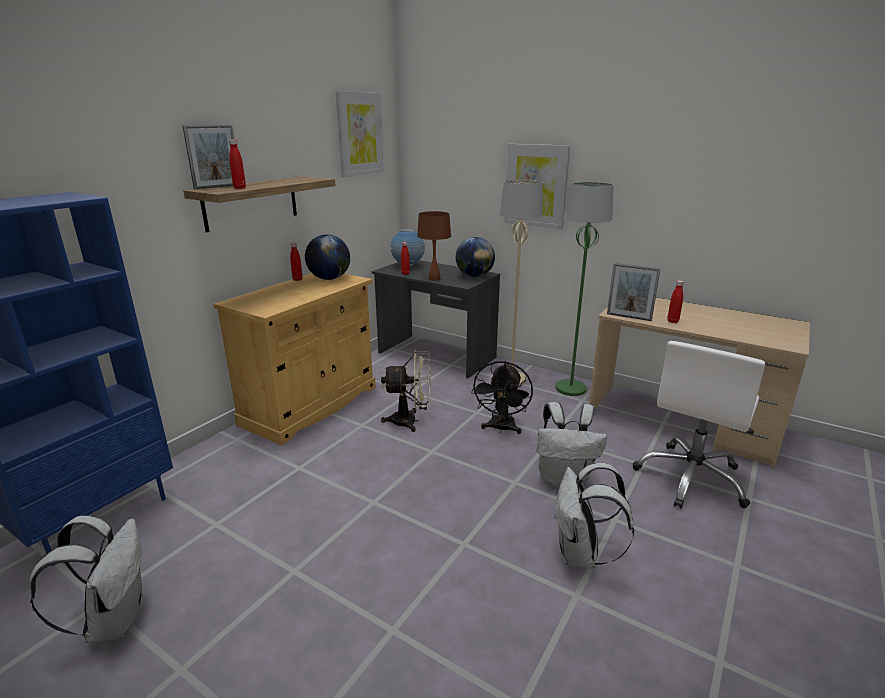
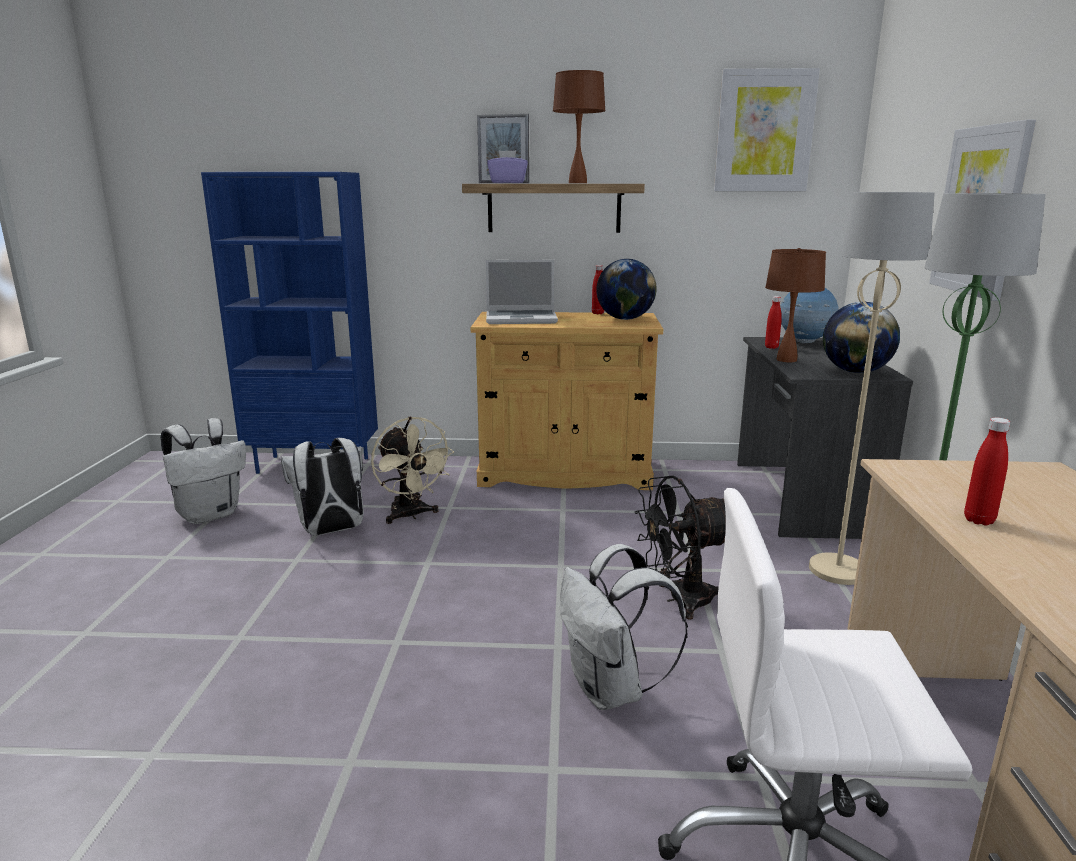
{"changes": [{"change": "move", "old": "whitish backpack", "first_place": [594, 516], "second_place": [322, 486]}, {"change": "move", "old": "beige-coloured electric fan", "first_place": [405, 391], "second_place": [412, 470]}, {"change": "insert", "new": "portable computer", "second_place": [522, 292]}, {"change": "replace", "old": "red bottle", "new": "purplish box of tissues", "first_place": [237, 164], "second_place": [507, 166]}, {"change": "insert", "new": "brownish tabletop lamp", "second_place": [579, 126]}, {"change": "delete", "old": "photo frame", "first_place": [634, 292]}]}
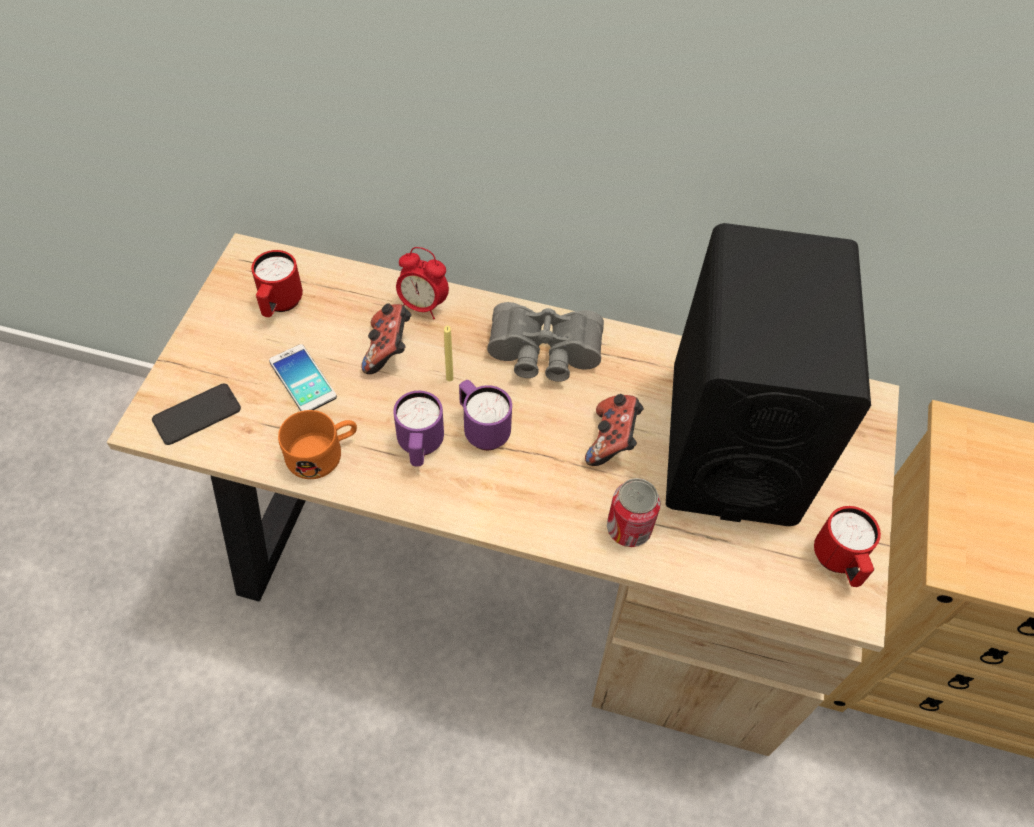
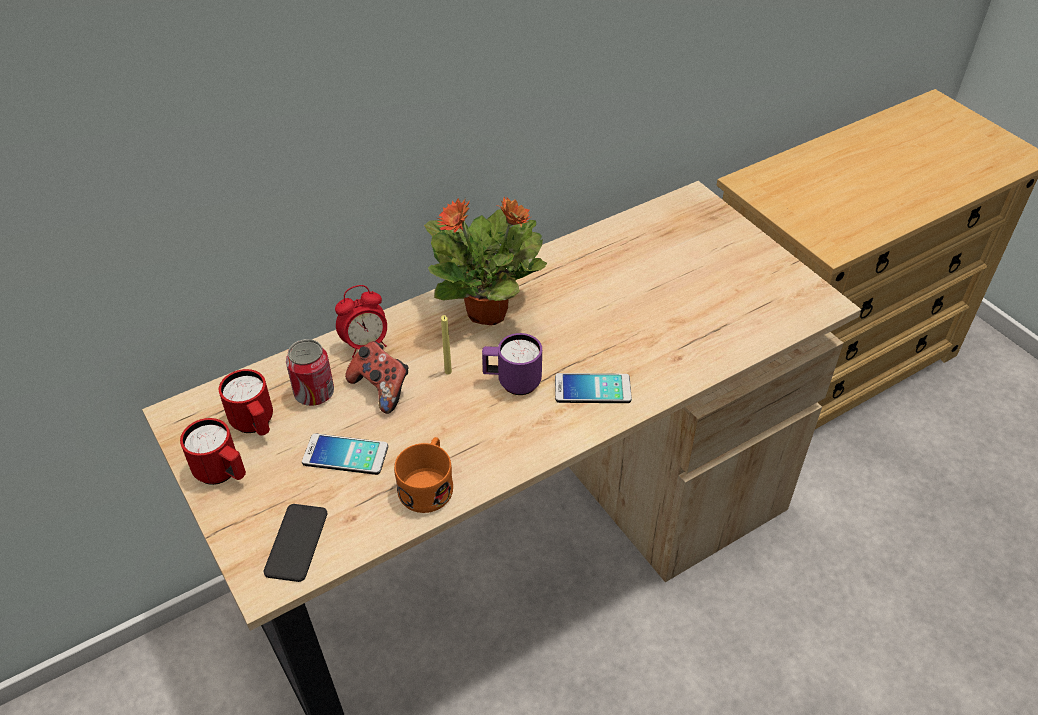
{"changes": [{"change": "move", "old": "red mug", "first_place": [847, 546], "second_place": [213, 451]}, {"change": "move", "old": "sealed can", "first_place": [634, 512], "second_place": [310, 372]}, {"change": "replace", "old": "gray pair of binoculars", "new": "potted plant", "first_place": [545, 342], "second_place": [485, 261]}, {"change": "insert", "new": "telephone", "second_place": [593, 388]}, {"change": "delete", "old": "purplish mug", "first_place": [419, 429]}, {"change": "delete", "old": "game controller", "first_place": [614, 430]}, {"change": "delete", "old": "black-coloured audio speaker", "first_place": [768, 374]}]}
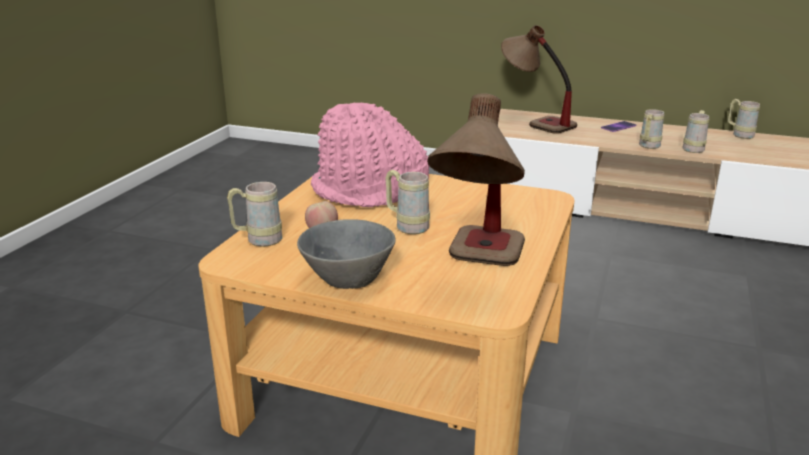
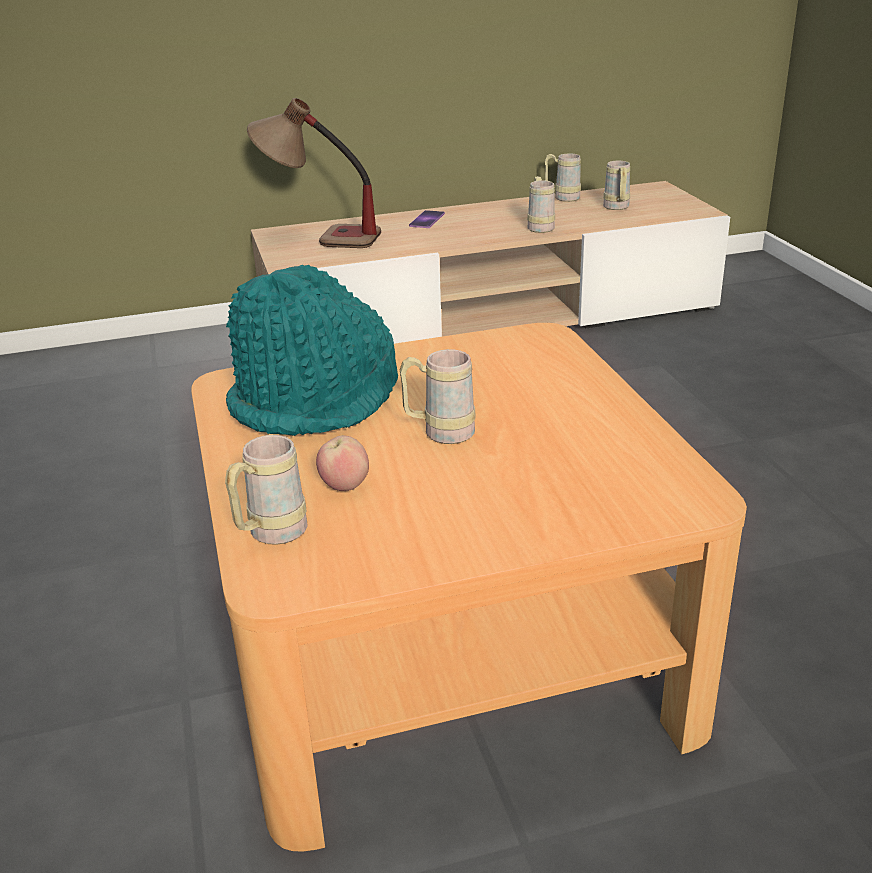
{"changes": [{"change": "recolor", "old": "pink hat", "new": "turquoise hat", "first_place": [370, 155], "second_place": [312, 350]}, {"change": "move", "old": "beige-coloured mug", "first_place": [651, 129], "second_place": [616, 185]}, {"change": "delete", "old": "gray bowl", "first_place": [346, 254]}, {"change": "delete", "old": "tabletop lamp", "first_place": [476, 179]}]}
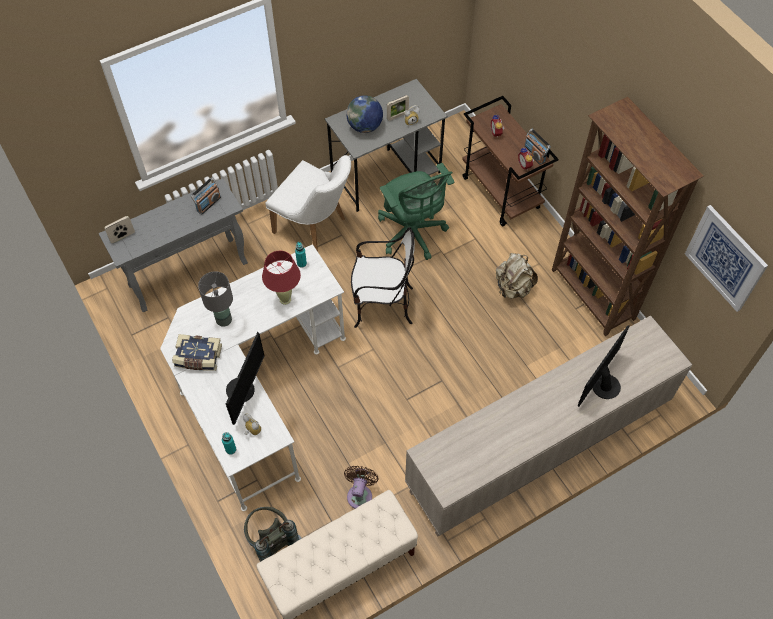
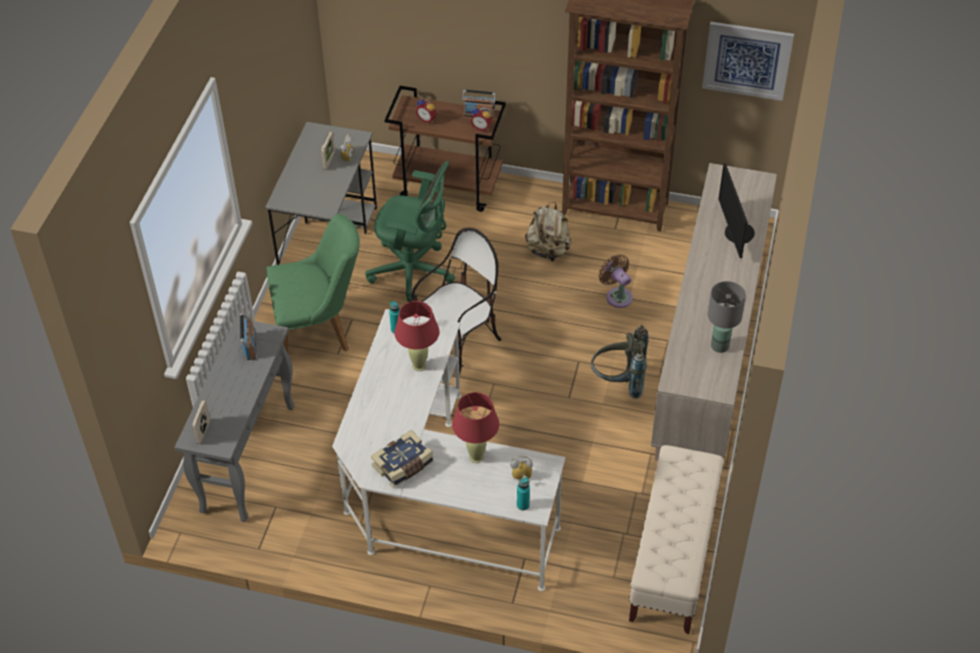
{"changes": [{"change": "recolor", "old": "whitish chair", "new": "greenish chair", "first_place": [308, 203], "second_place": [313, 283]}, {"change": "replace", "old": "computer screen", "new": "red tabletop lamp", "first_place": [245, 378], "second_place": [475, 427]}, {"change": "move", "old": "gray backpack", "first_place": [273, 534], "second_place": [619, 362]}, {"change": "move", "old": "brownish electric fan", "first_place": [361, 487], "second_place": [616, 281]}, {"change": "move", "old": "gray tabletop lamp", "first_place": [215, 299], "second_place": [727, 317]}, {"change": "delete", "old": "desk globe", "first_place": [364, 114]}]}
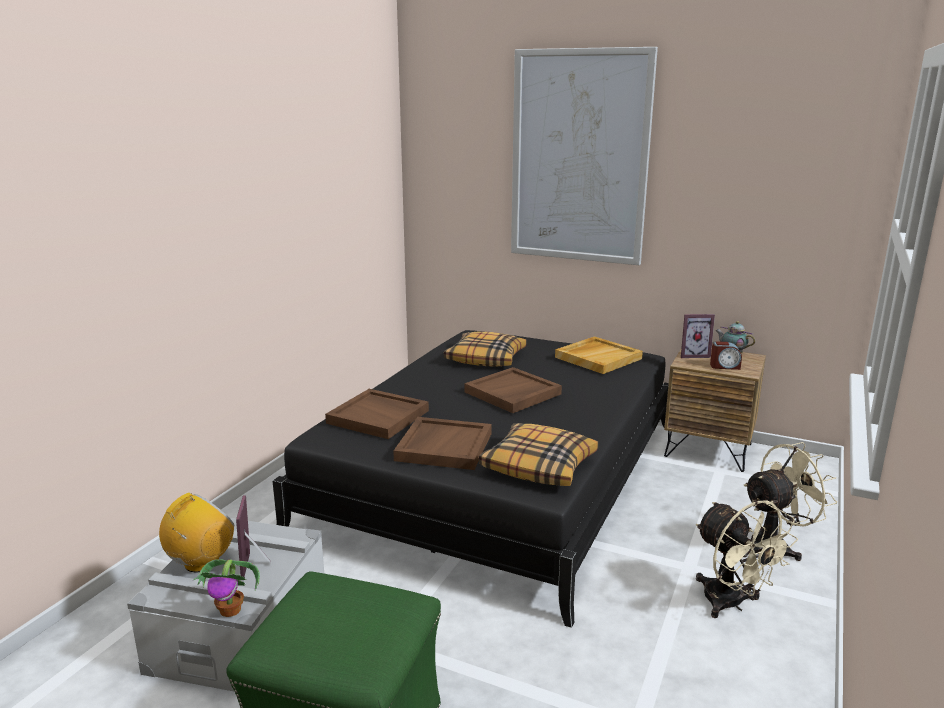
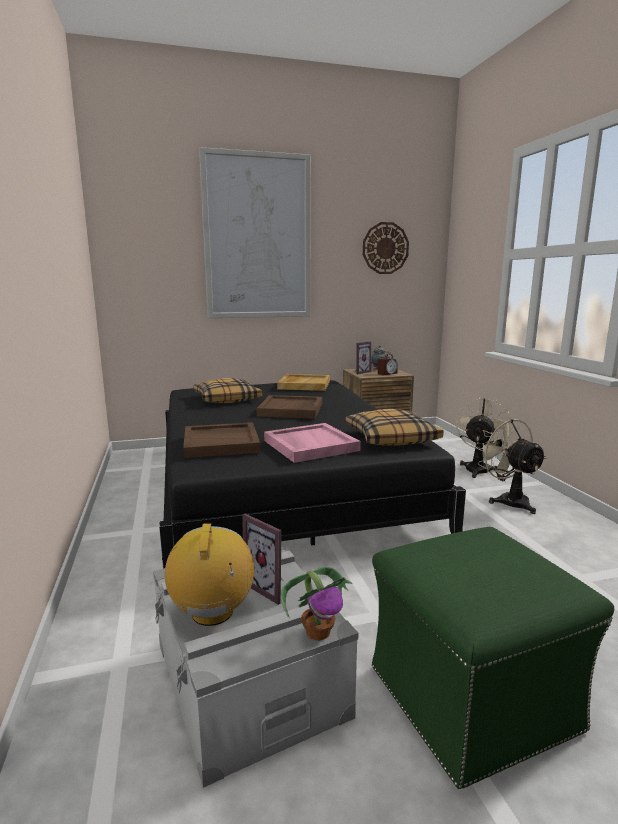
{"changes": [{"change": "recolor", "old": "brownish tray", "new": "pink tray", "first_place": [442, 443], "second_place": [312, 443]}, {"change": "insert", "new": "hanging clock", "second_place": [386, 248]}, {"change": "rotate", "old": "beige-coloured electric fan", "first_place": [747, 559], "second_place": [511, 466], "degrees": -135}]}
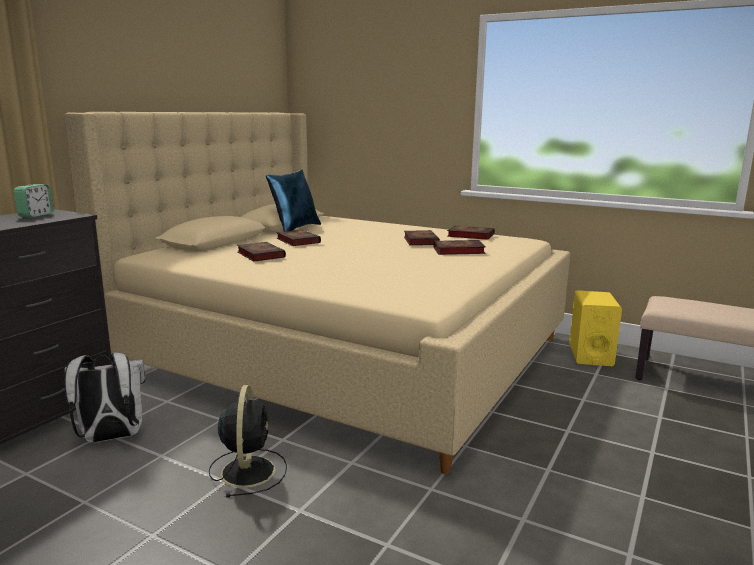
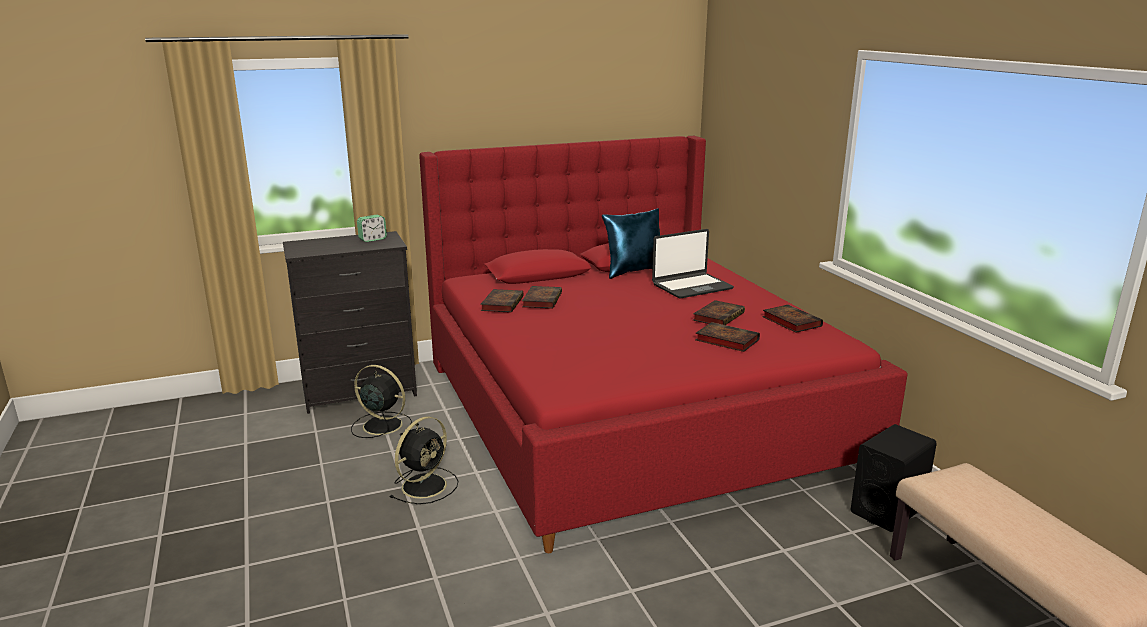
{"changes": [{"change": "replace", "old": "whitish backpack", "new": "black-coloured electric fan", "first_place": [105, 397], "second_place": [381, 401]}, {"change": "recolor", "old": "beige-coloured sleeping bed", "new": "red sleeping bed", "first_place": [317, 293], "second_place": [663, 344]}, {"change": "move", "old": "book", "first_place": [298, 238], "second_place": [502, 301]}, {"change": "insert", "new": "portable computer", "second_place": [693, 264]}, {"change": "recolor", "old": "yellow audio speaker", "new": "black-coloured audio speaker", "first_place": [595, 328], "second_place": [894, 478]}]}
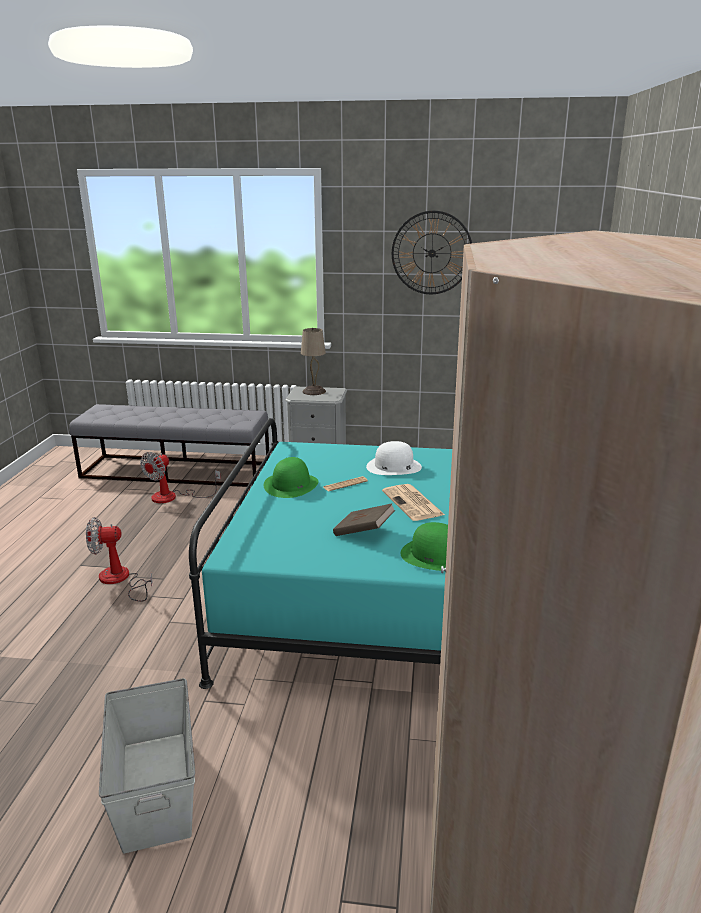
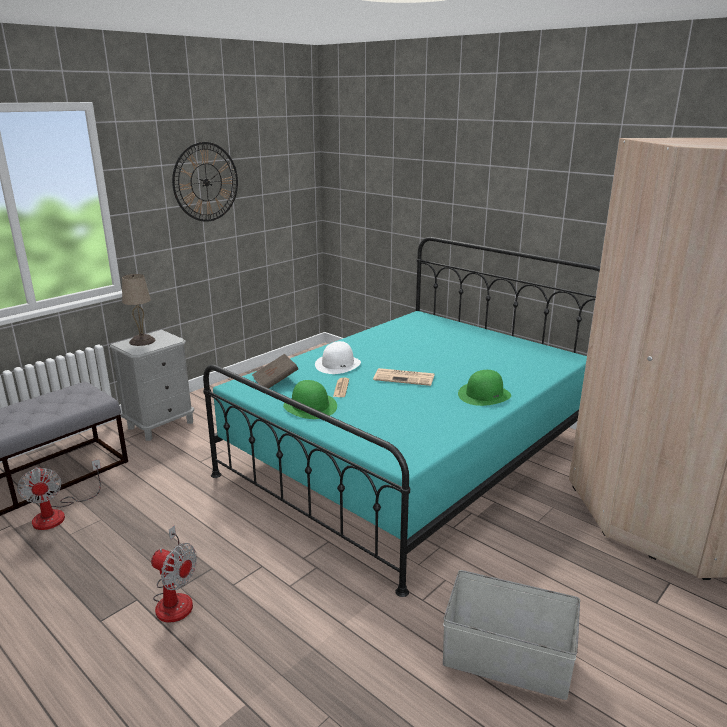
{"changes": [{"change": "rotate", "old": "electric fan", "first_place": [119, 559], "second_place": [174, 574], "degrees": -90}, {"change": "move", "old": "brownish book", "first_place": [364, 519], "second_place": [275, 371]}]}
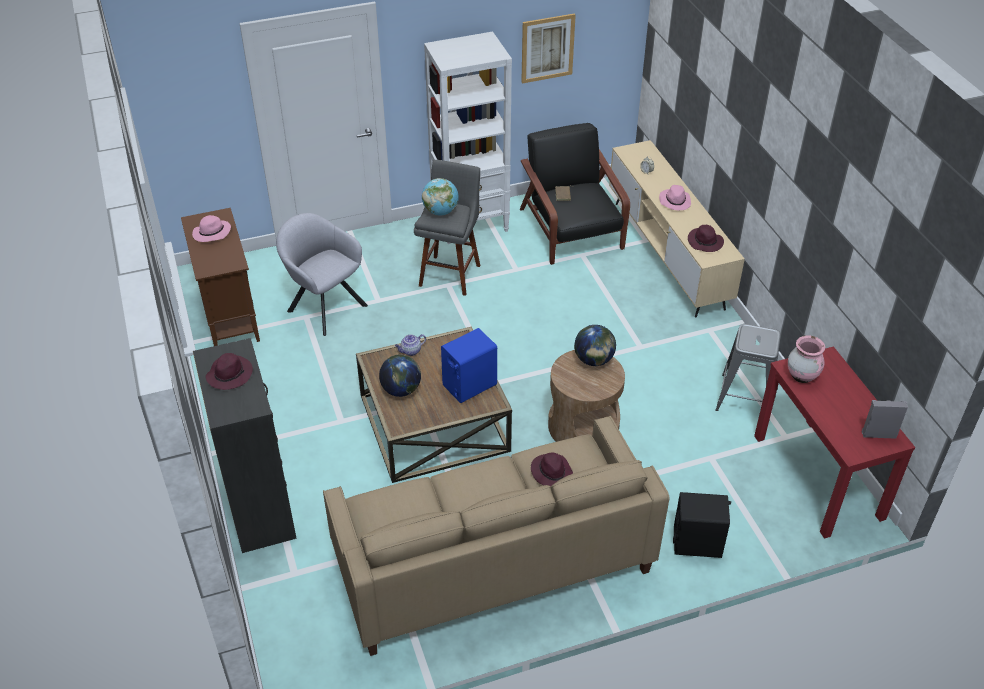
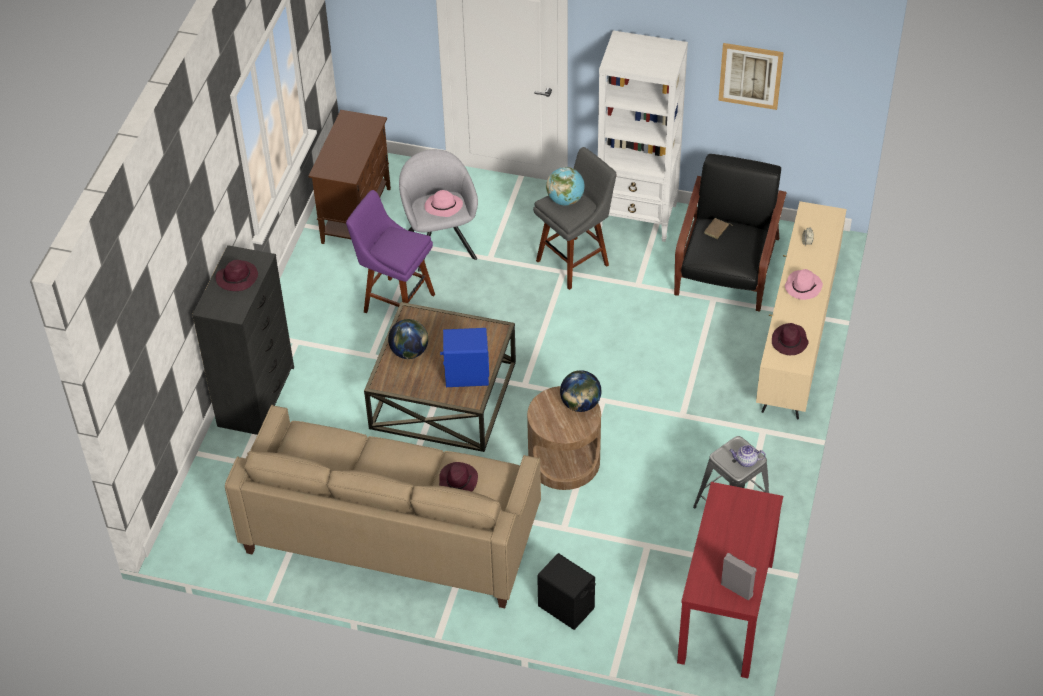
{"changes": [{"change": "insert", "new": "purplish stool seat", "second_place": [390, 251]}, {"change": "move", "old": "pink hat", "first_place": [211, 228], "second_place": [444, 203]}, {"change": "move", "old": "tea pot", "first_place": [410, 345], "second_place": [747, 456]}, {"change": "delete", "old": "pink vase", "first_place": [806, 359]}]}
